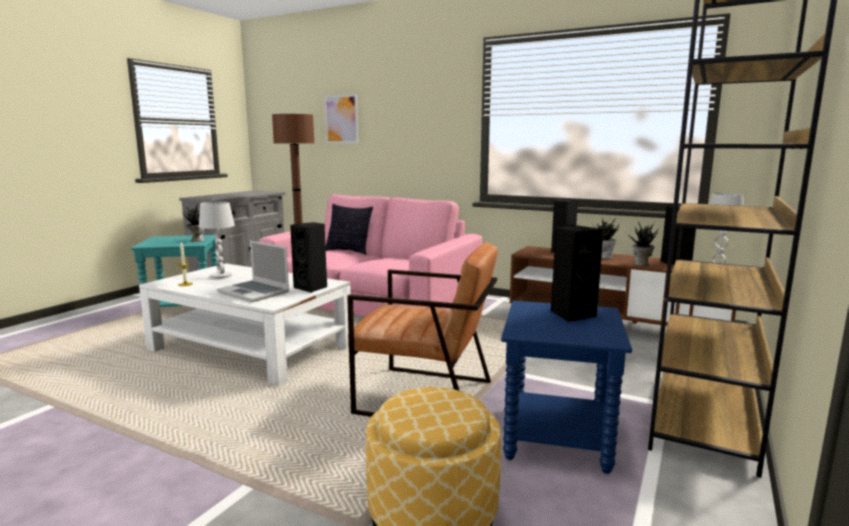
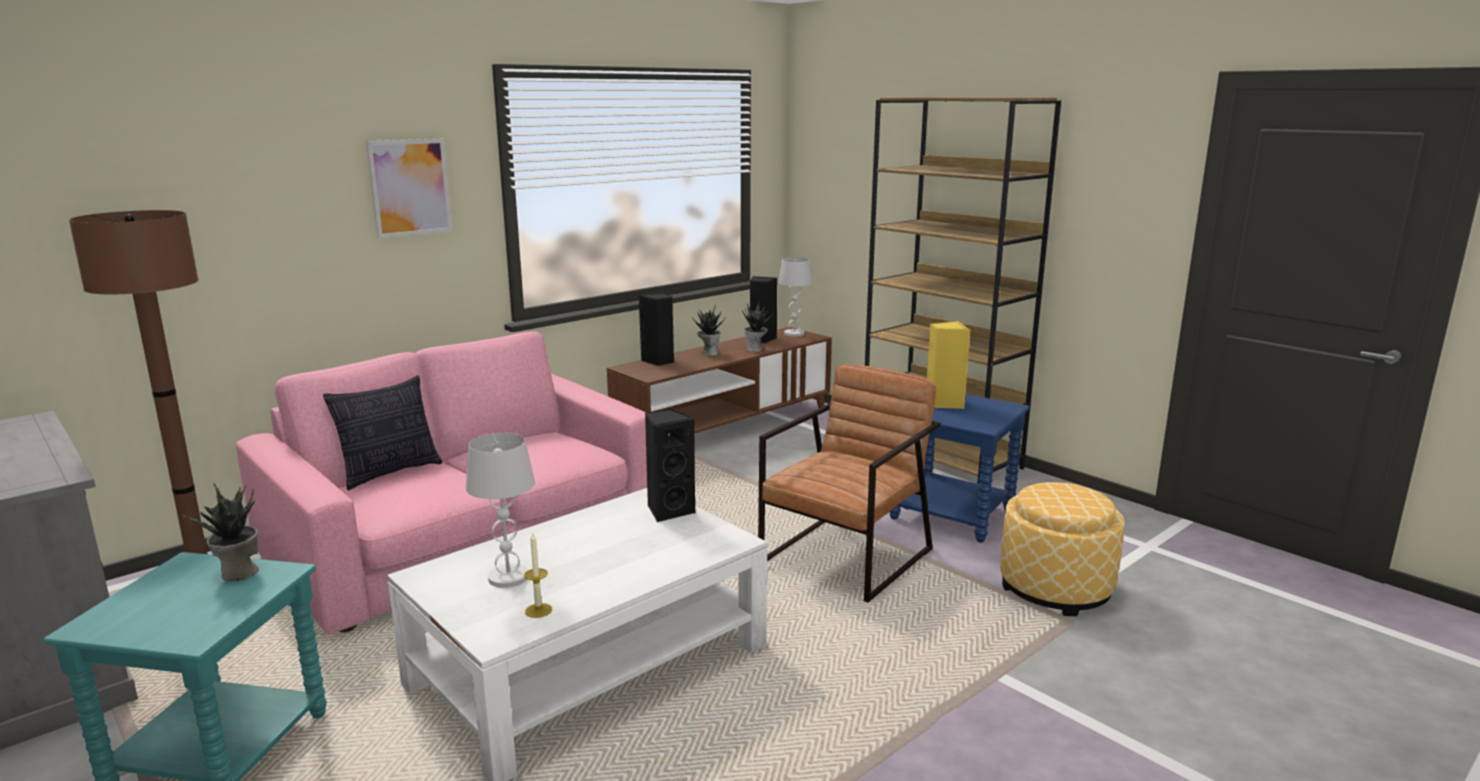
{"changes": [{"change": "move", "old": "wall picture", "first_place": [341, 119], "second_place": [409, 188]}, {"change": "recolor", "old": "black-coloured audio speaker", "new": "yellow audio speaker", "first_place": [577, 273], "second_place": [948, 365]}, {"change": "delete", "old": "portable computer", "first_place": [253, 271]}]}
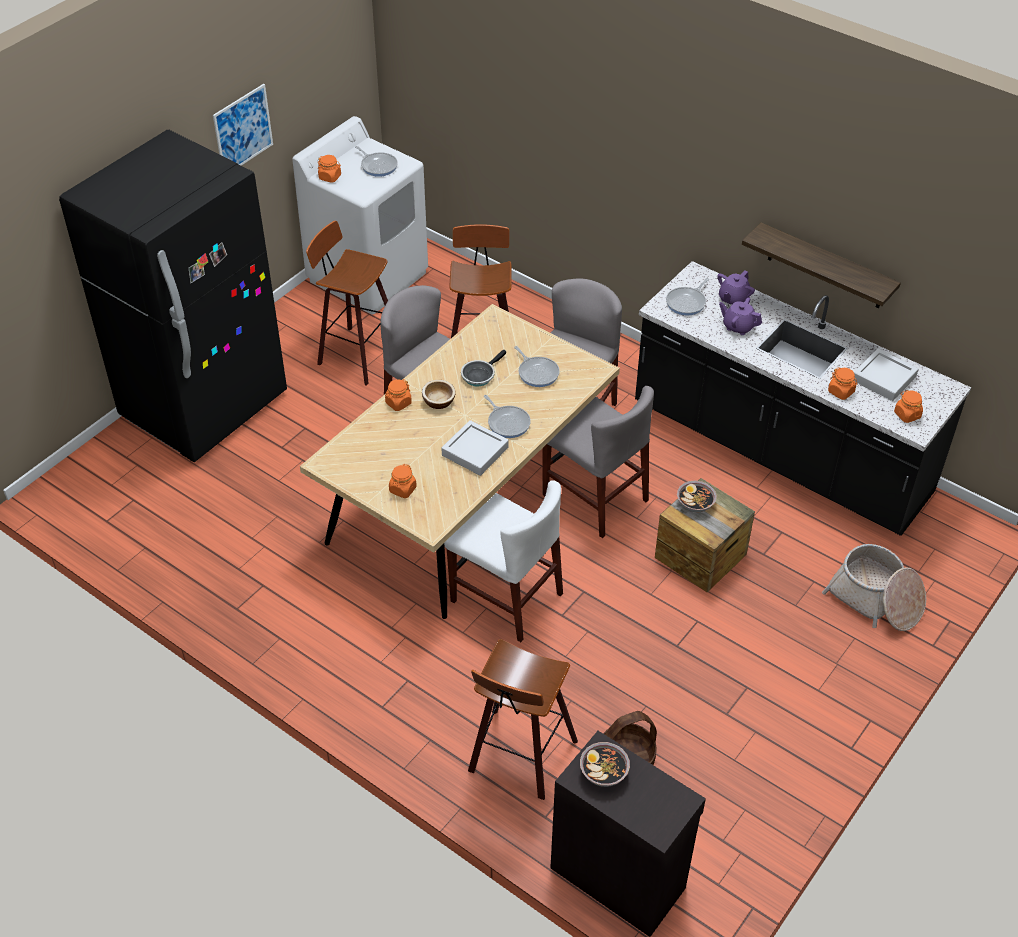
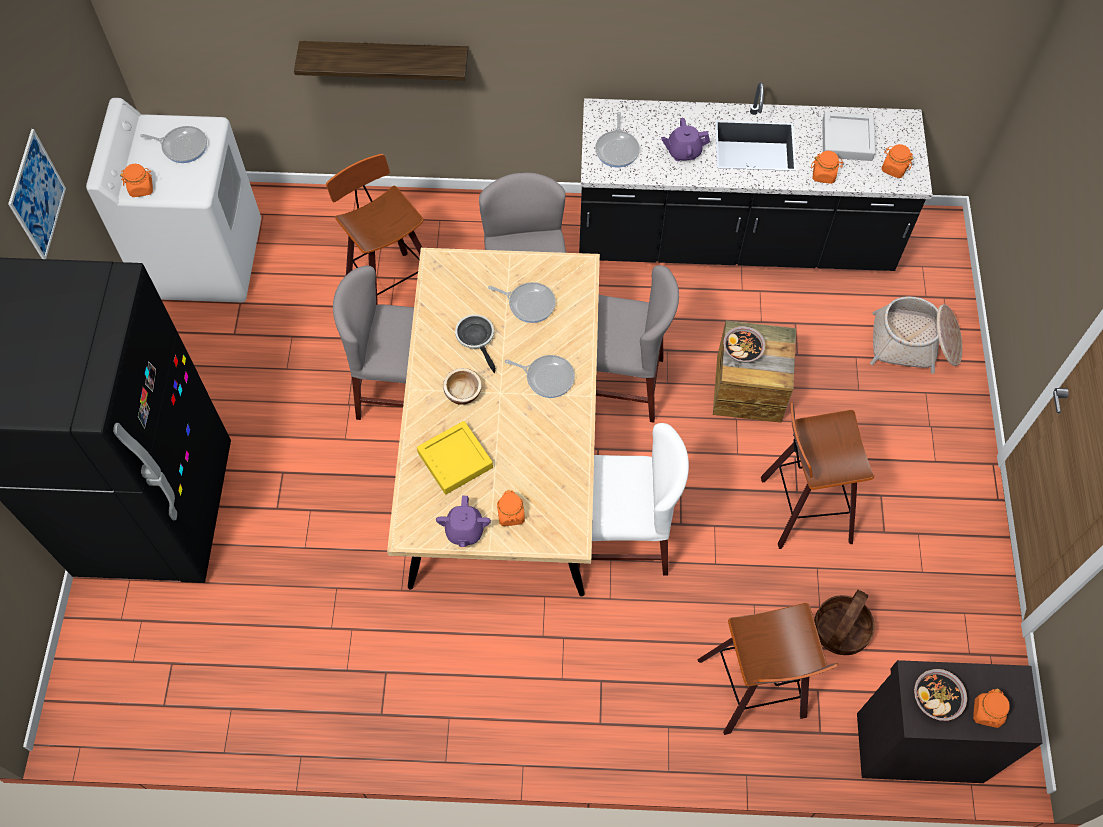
{"changes": [{"change": "move", "old": "wall shelf", "first_place": [821, 265], "second_place": [381, 61]}, {"change": "insert", "new": "yellow tray", "second_place": [455, 457]}, {"change": "move", "old": "purplish tea pot", "first_place": [736, 287], "second_place": [463, 521]}, {"change": "rotate", "old": "skillet", "first_place": [483, 367], "second_place": [475, 343], "degrees": 150}, {"change": "move", "old": "stool seat", "first_place": [347, 303], "second_place": [817, 475]}, {"change": "move", "old": "orange storage jar", "first_place": [398, 395], "second_place": [991, 708]}, {"change": "delete", "old": "gray tray", "first_place": [475, 448]}]}
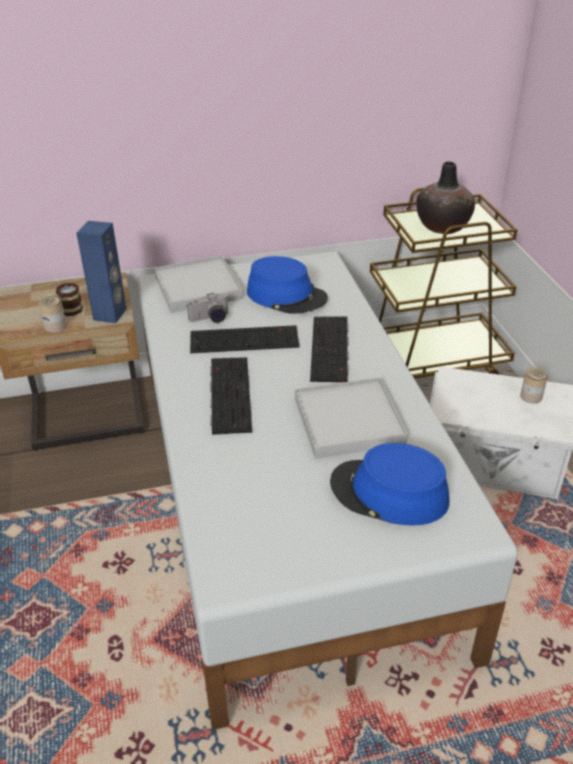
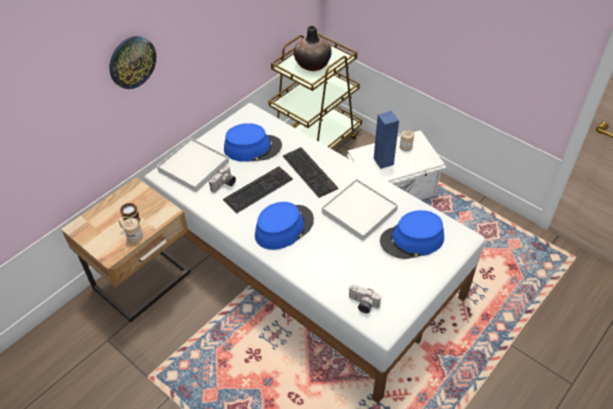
{"changes": [{"change": "insert", "new": "hanging clock", "second_place": [132, 62]}, {"change": "replace", "old": "keyboard", "new": "bluish hat", "first_place": [231, 396], "second_place": [284, 226]}, {"change": "insert", "new": "photo camera", "second_place": [365, 299]}, {"change": "move", "old": "bluish audio speaker", "first_place": [101, 272], "second_place": [386, 140]}]}
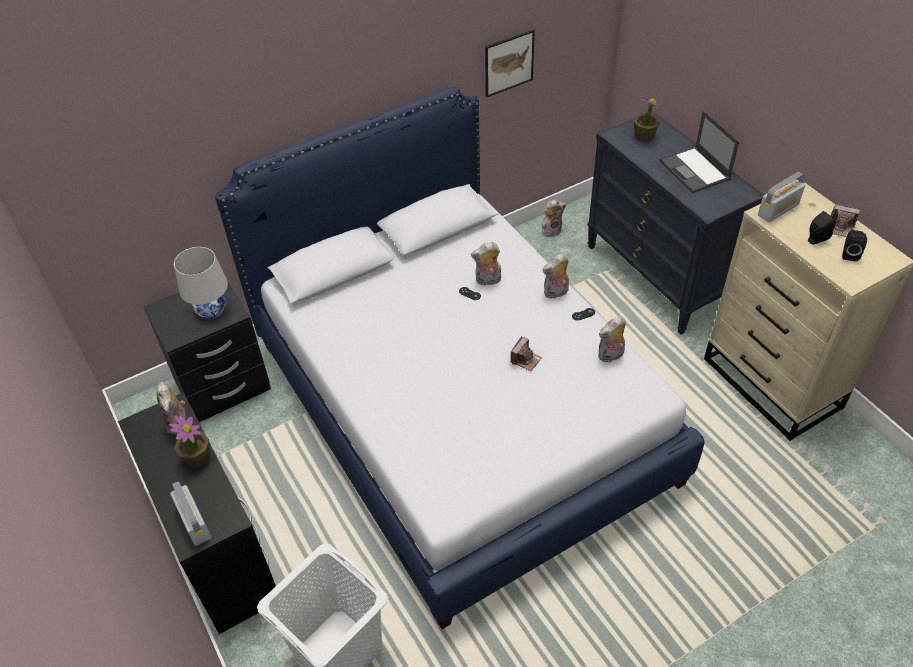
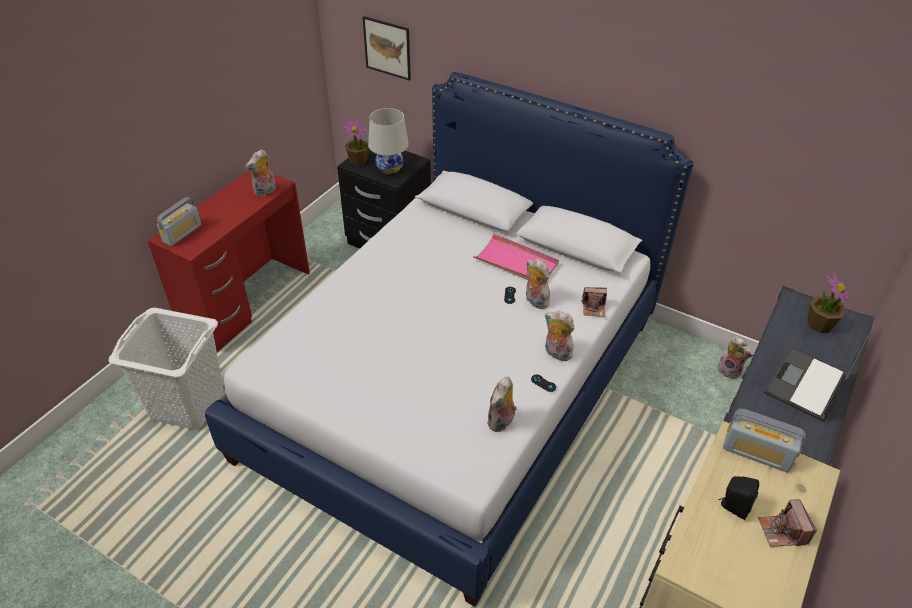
{"changes": [{"change": "recolor", "old": "black-coloured desk unit", "new": "red desk unit", "first_place": [197, 513], "second_place": [229, 262]}, {"change": "move", "old": "potted plant", "first_place": [189, 442], "second_place": [356, 142]}, {"change": "move", "old": "wall picture", "first_place": [510, 63], "second_place": [387, 48]}, {"change": "insert", "new": "pink tray", "second_place": [516, 256]}, {"change": "rotate", "old": "soft toy", "first_place": [612, 339], "second_place": [502, 404], "degrees": -90}, {"change": "move", "old": "photo camera", "first_place": [526, 353], "second_place": [594, 302]}, {"change": "delete", "old": "black-coloured audio speaker", "first_place": [854, 245]}]}
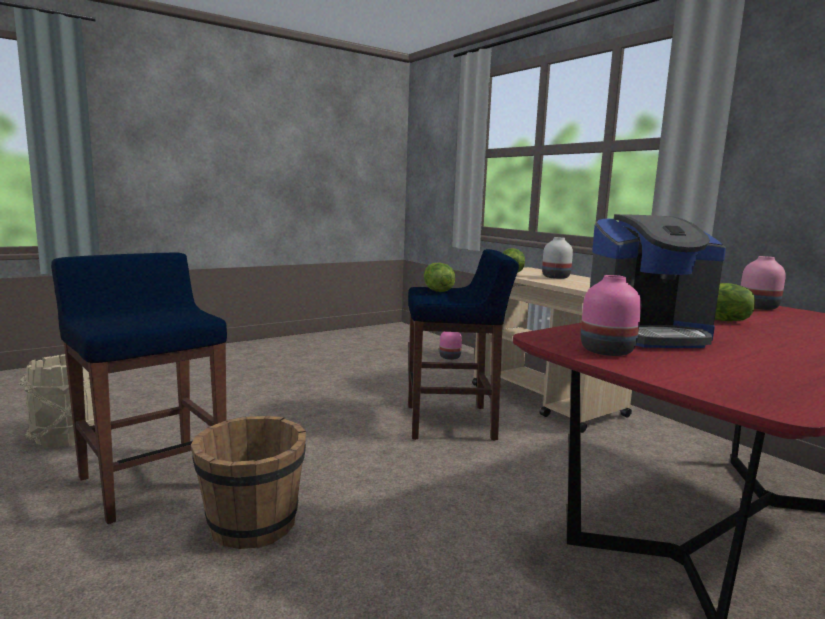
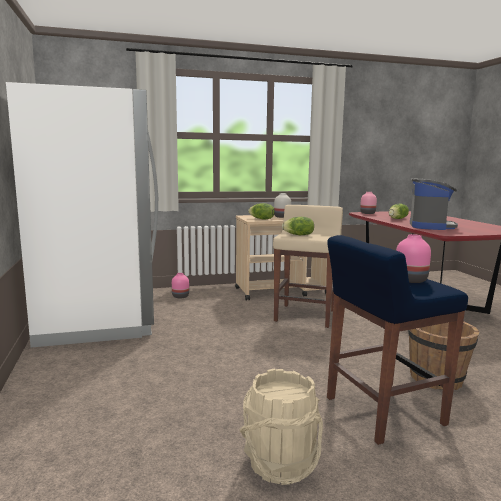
{"changes": [{"change": "insert", "new": "whitish refrigerator", "second_place": [82, 214]}, {"change": "recolor", "old": "bluish stool seat", "new": "beige-coloured stool seat", "first_place": [463, 344], "second_place": [308, 266]}, {"change": "move", "old": "pink vase", "first_place": [611, 315], "second_place": [413, 258]}]}
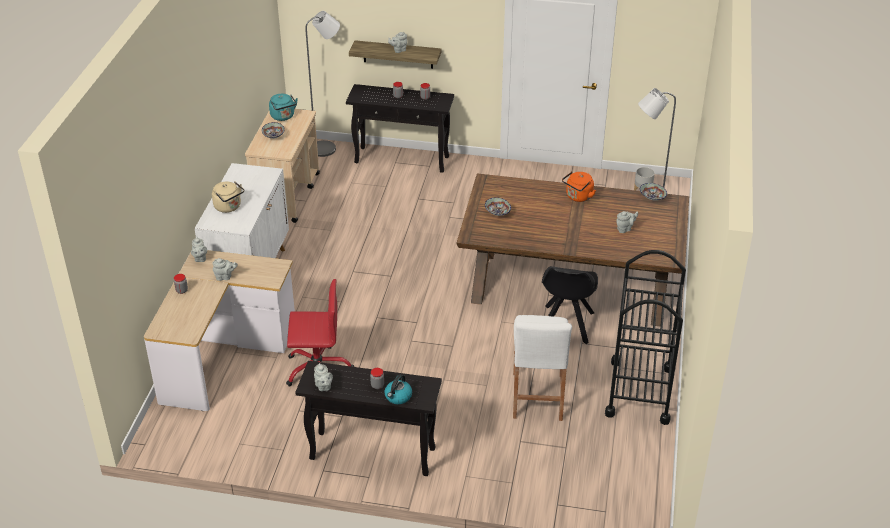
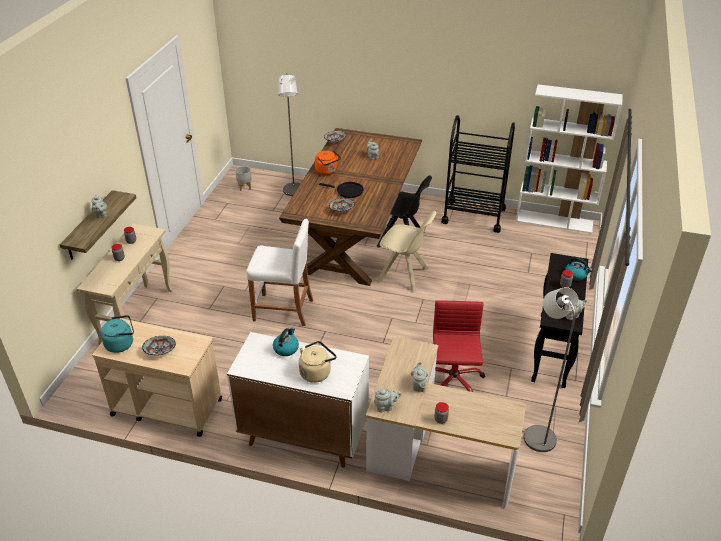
{"changes": [{"change": "recolor", "old": "black-coloured narrow table", "new": "beige-coloured narrow table", "first_place": [400, 128], "second_place": [125, 284]}, {"change": "move", "old": "whitish stool seat", "first_place": [542, 368], "second_place": [279, 272]}, {"change": "insert", "new": "tea kettle", "second_place": [286, 342]}, {"change": "insert", "new": "black-coloured skillet", "second_place": [341, 190]}, {"change": "insert", "new": "beige-coloured chair", "second_place": [406, 251]}, {"change": "insert", "new": "whitish bookshelf", "second_place": [569, 159]}, {"change": "move", "old": "gray floor lamp", "first_place": [322, 84], "second_place": [551, 369]}]}
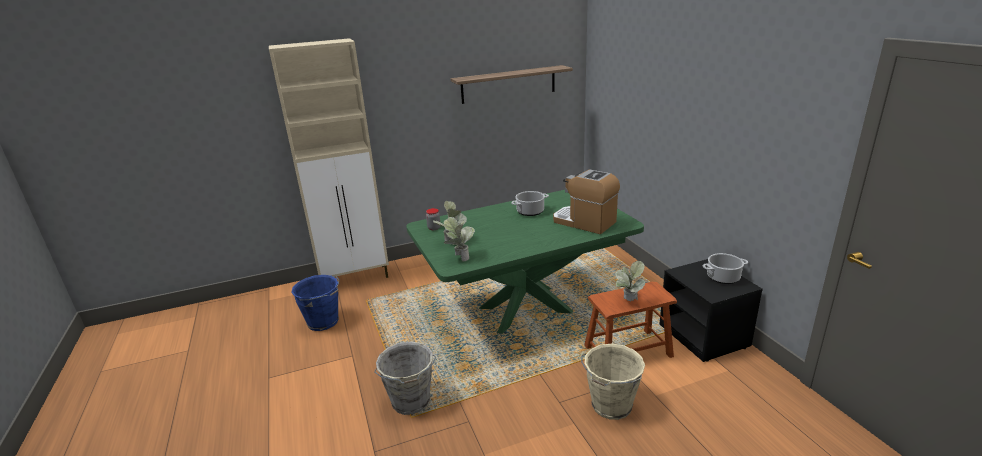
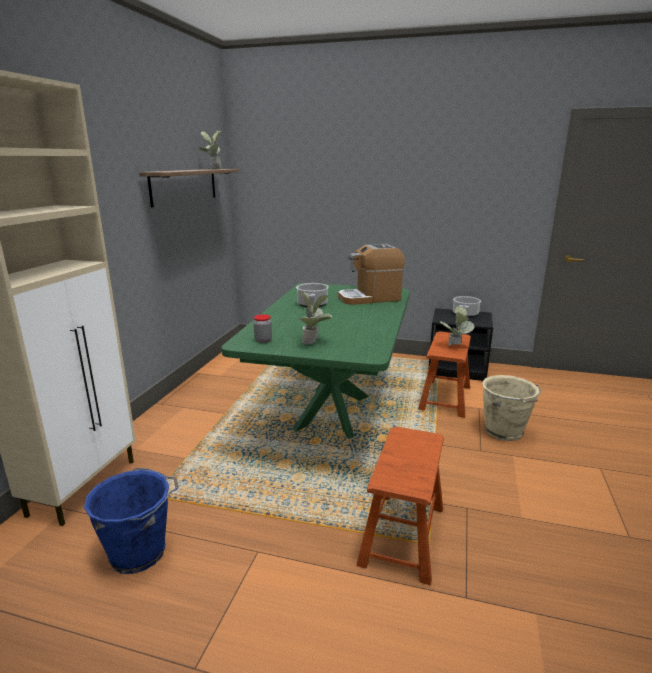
{"changes": [{"change": "move", "old": "potted plant", "first_place": [459, 239], "second_place": [210, 150]}, {"change": "replace", "old": "gray pail", "new": "brownish stool seat", "first_place": [405, 378], "second_place": [400, 506]}]}
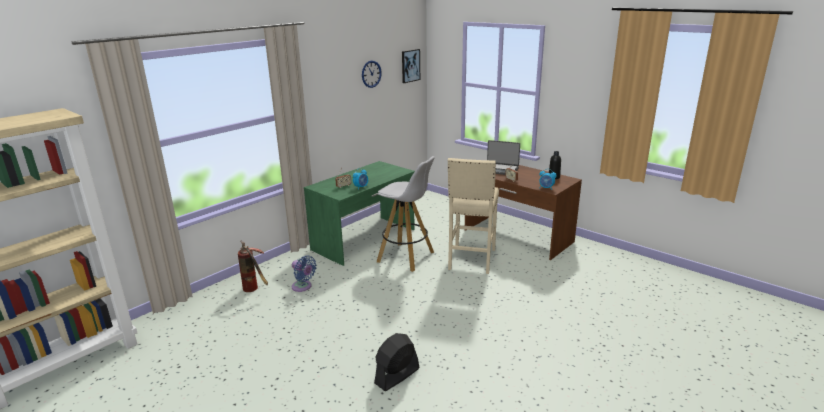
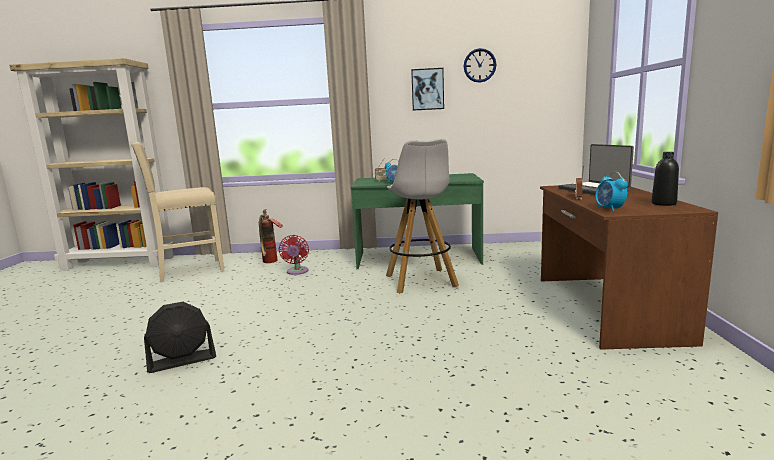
{"changes": [{"change": "move", "old": "beige-coloured stool seat", "first_place": [473, 216], "second_place": [178, 212]}, {"change": "rotate", "old": "black-coloured electric fan", "first_place": [396, 362], "second_place": [180, 337], "degrees": 150}, {"change": "recolor", "old": "bluish electric fan", "new": "red electric fan", "first_place": [304, 274], "second_place": [294, 255]}, {"change": "move", "old": "wall picture", "first_place": [411, 66], "second_place": [427, 89]}]}
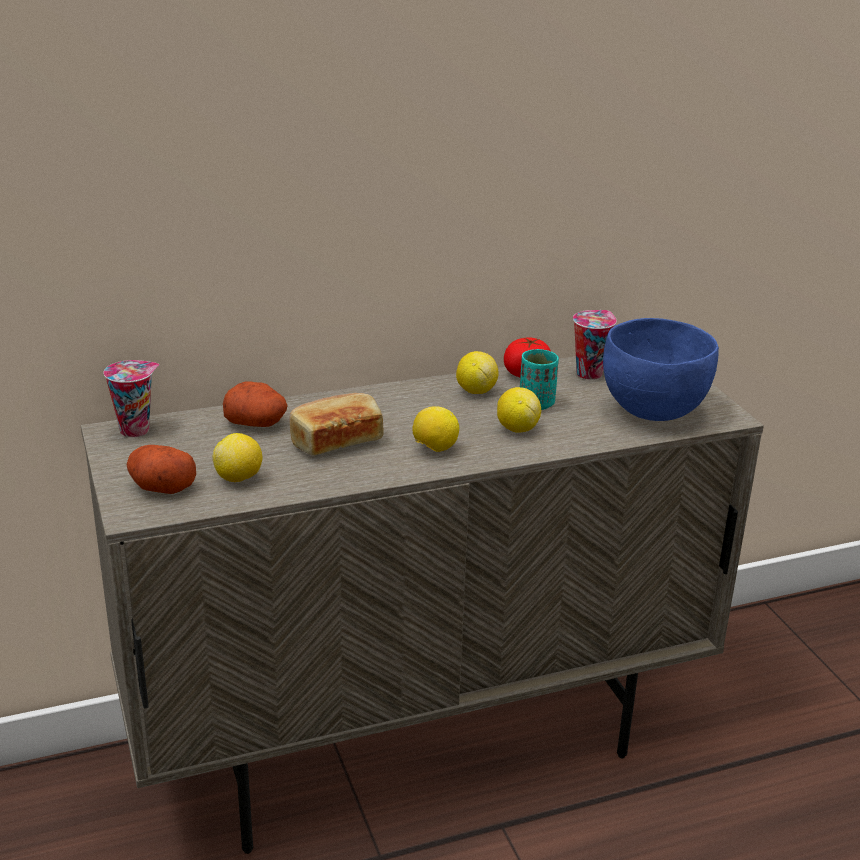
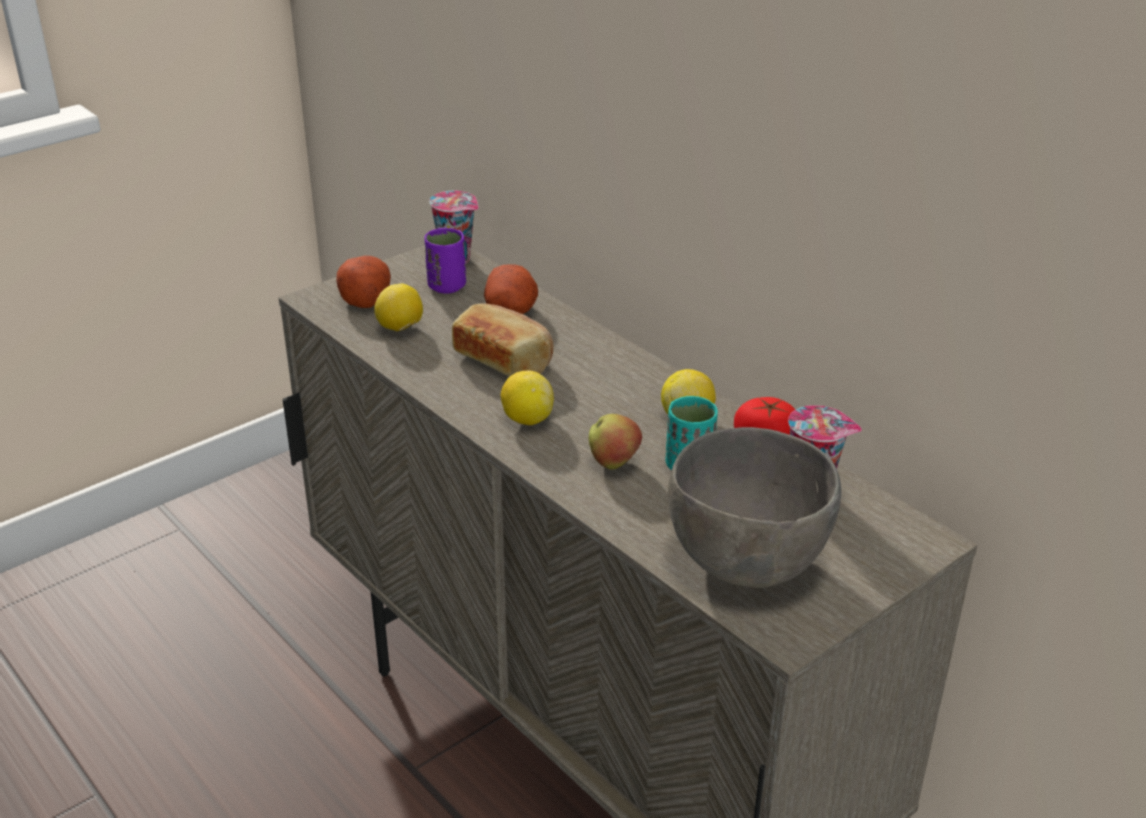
{"changes": [{"change": "insert", "new": "purplish cup", "second_place": [445, 261]}, {"change": "replace", "old": "whole lemon", "new": "whole apple", "first_place": [519, 410], "second_place": [615, 442]}, {"change": "recolor", "old": "bluish bowl", "new": "gray bowl", "first_place": [661, 369], "second_place": [754, 507]}]}
